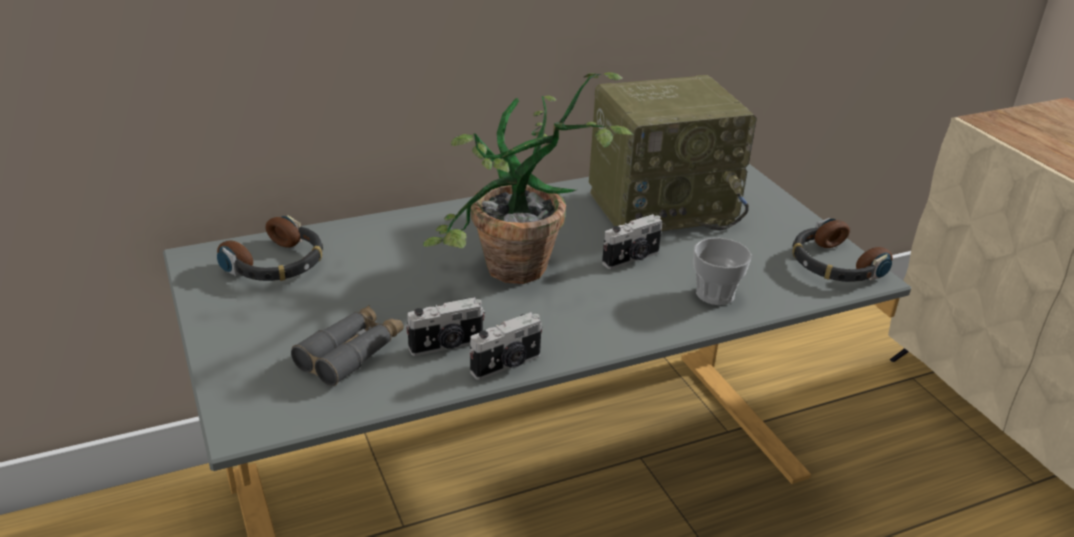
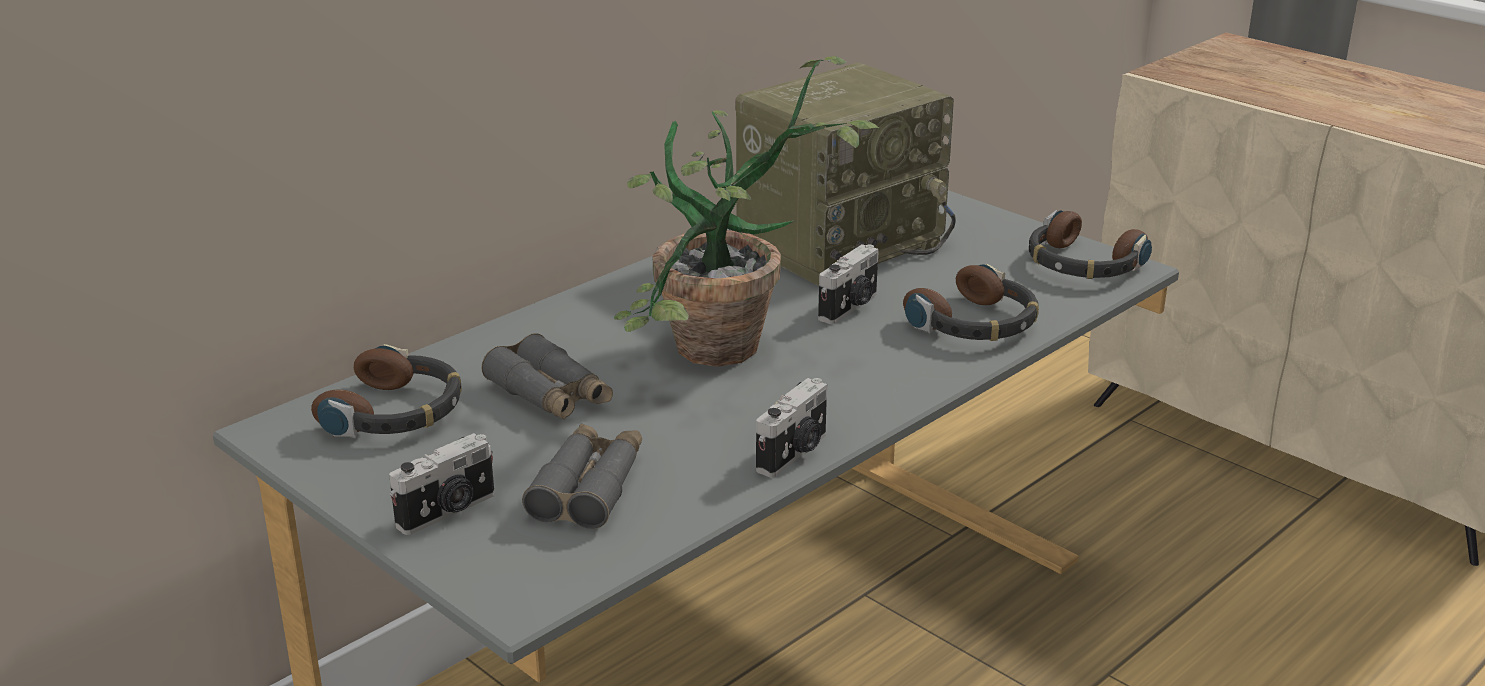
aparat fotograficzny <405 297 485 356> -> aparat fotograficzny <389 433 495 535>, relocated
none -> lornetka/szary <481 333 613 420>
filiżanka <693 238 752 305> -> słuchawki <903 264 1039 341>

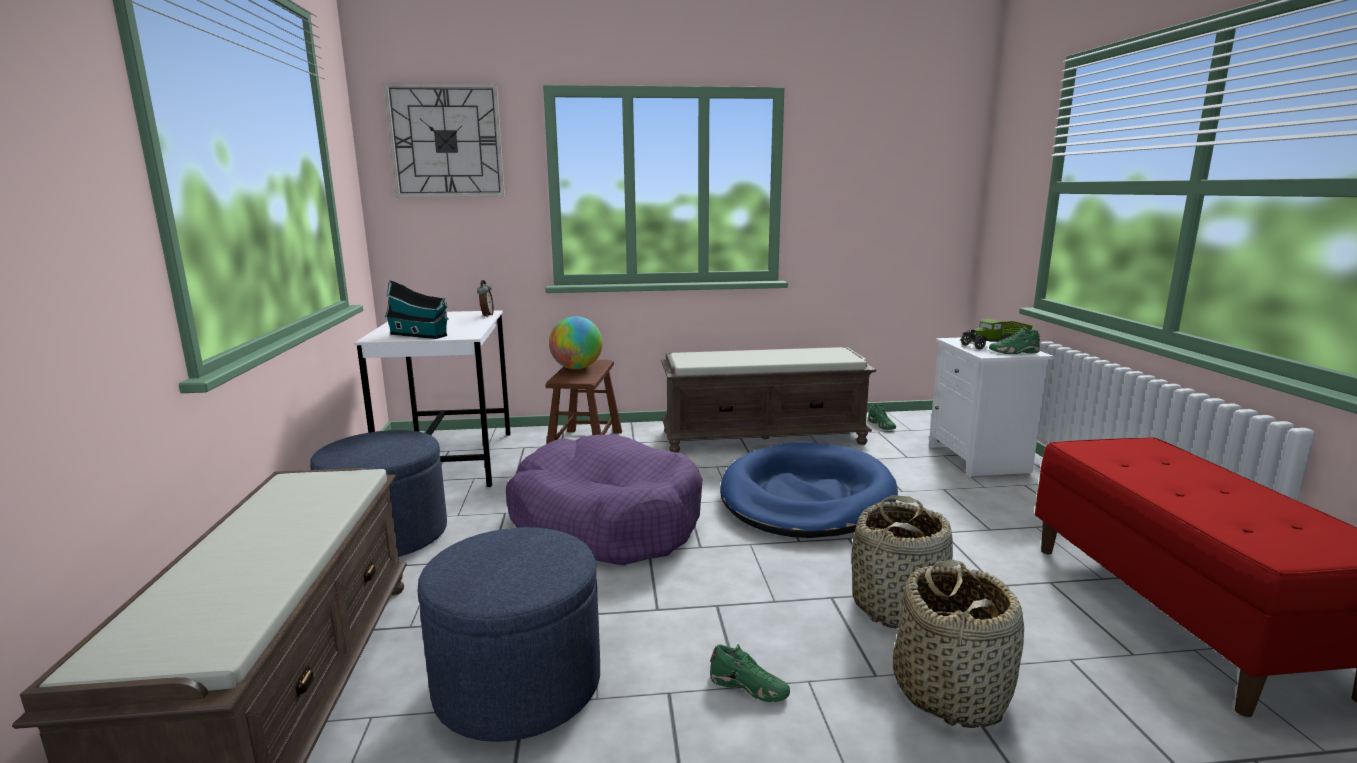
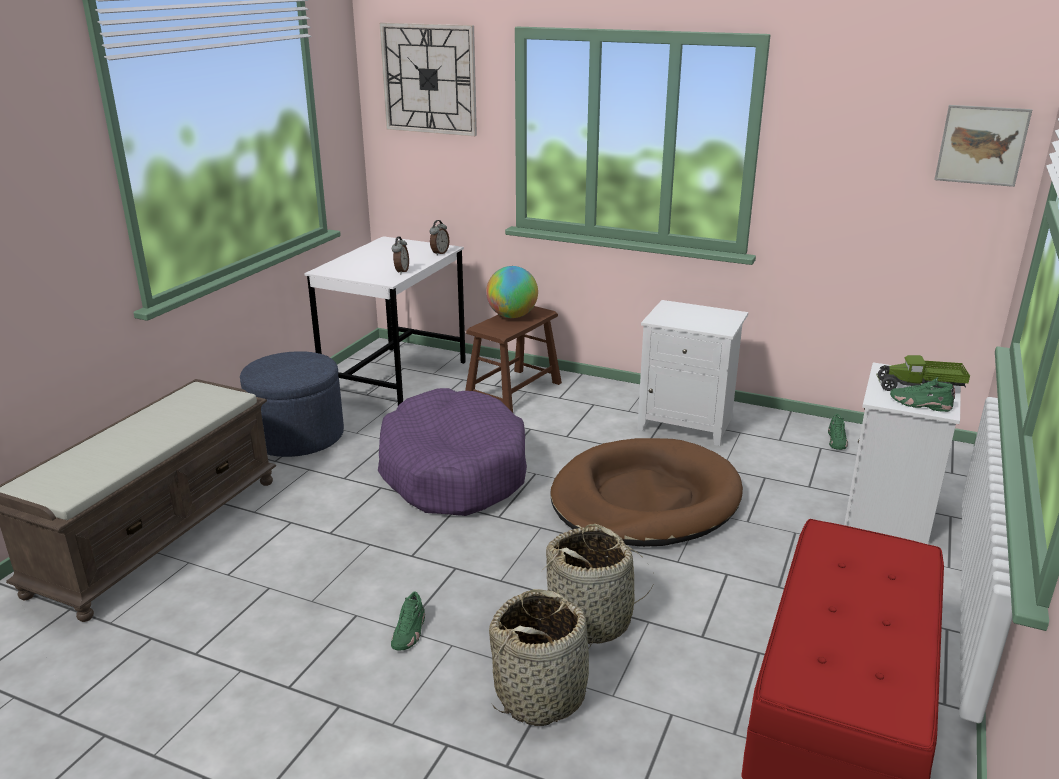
but/zielony <710 644 790 702> -> but/zielony <391 592 425 651>, 45 degrees clockwise
none -> budzik <392 236 409 274>
legowisko/niebieski <720 442 898 538> -> legowisko/brązowy <550 438 743 547>
ławka/brązowy <661 347 876 453> -> szafka nocna/biały <637 300 748 446>
none -> obraz <934 105 1032 187>
domek <385 279 449 339> -> none
pufa/niebieski <418 527 600 742> -> none

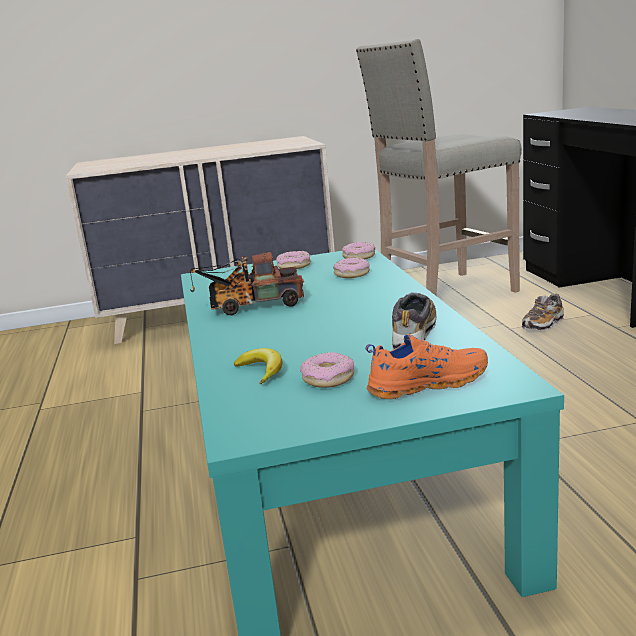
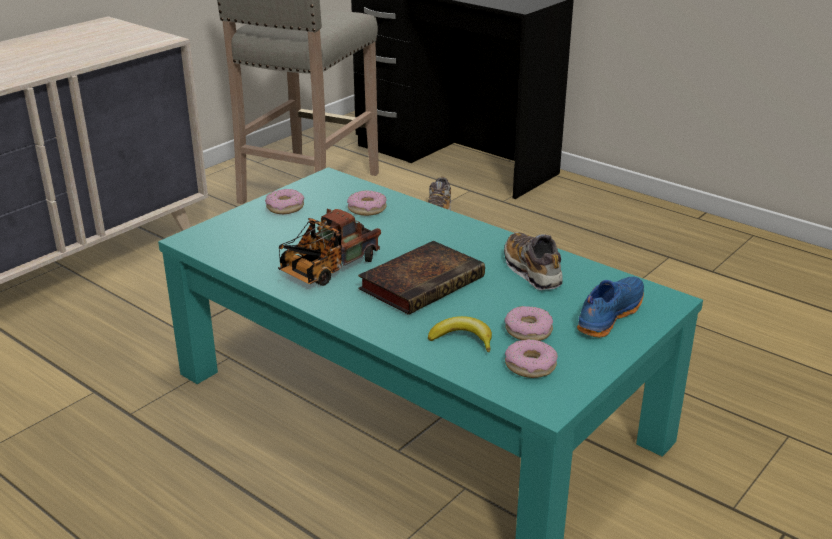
none -> książka <358 241 485 315>
donut <342 242 375 259> -> donut <505 339 558 378>, relocated
but/pomarańczowy <366 334 488 399> -> but/niebieski <577 277 644 338>

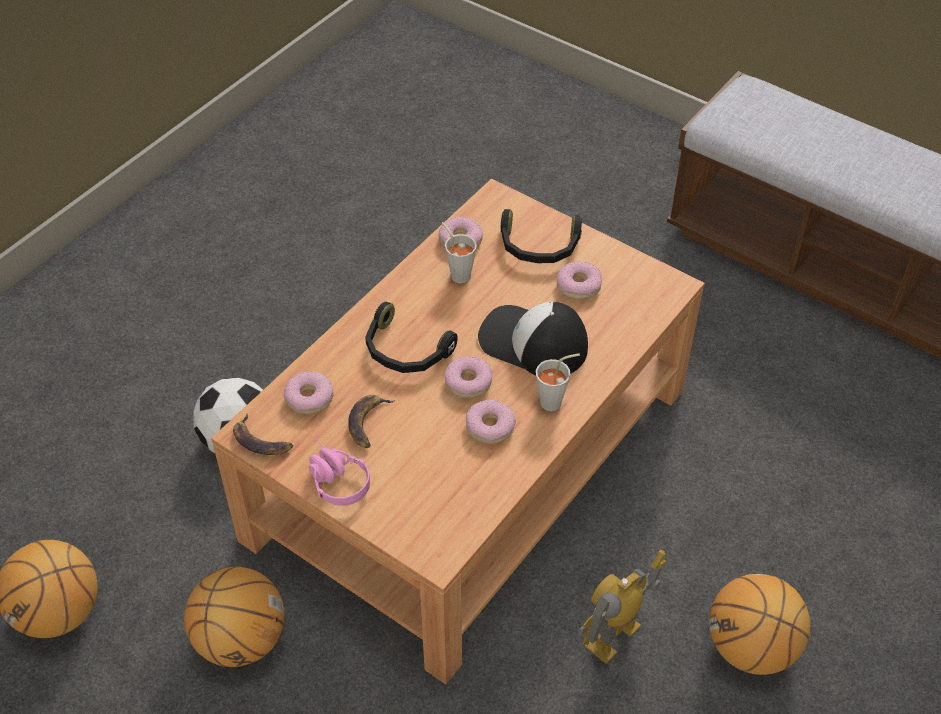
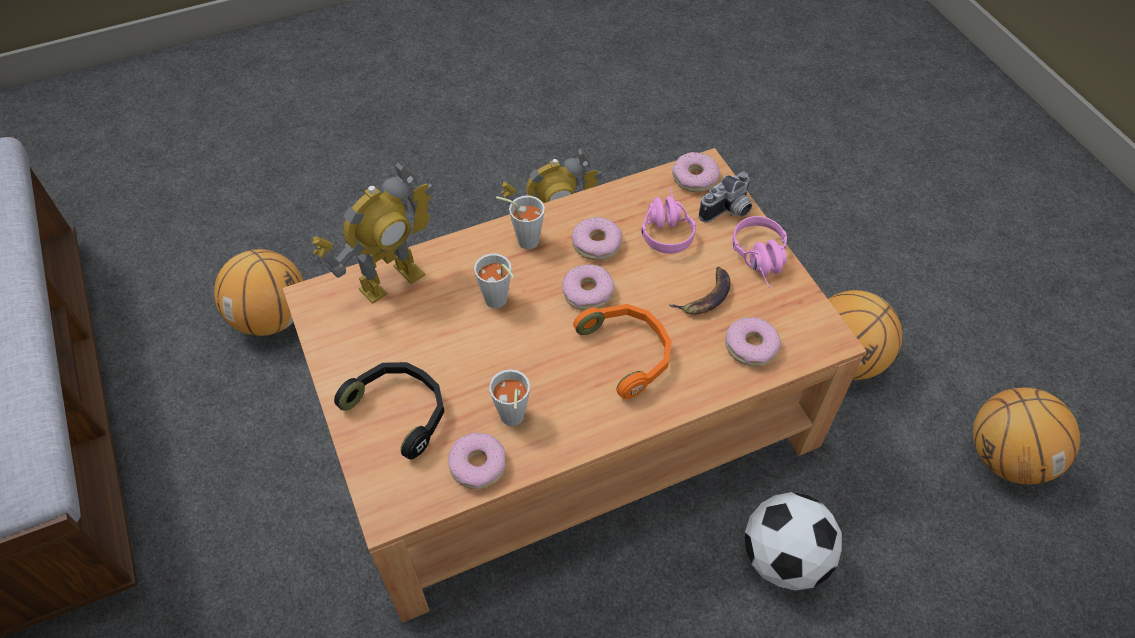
piłka do koszykówki <709 574 810 675> -> piłka do koszykówki <214 249 304 336>, relocated
none -> robot zabawkowy <312 161 435 304>
czapka z daszkiem <478 302 588 375> -> filiżanka/szary <474 254 514 308>
słuchawki/czarny <365 302 458 373> -> słuchawki/pomarańczowy <573 304 672 399>
none -> słuchawki/różowy <641 186 696 254>
donut <557 262 602 300> -> donut <672 152 720 192>, relocated
none -> aparat fotograficzny <699 172 752 222>
banan <233 414 293 455> -> none

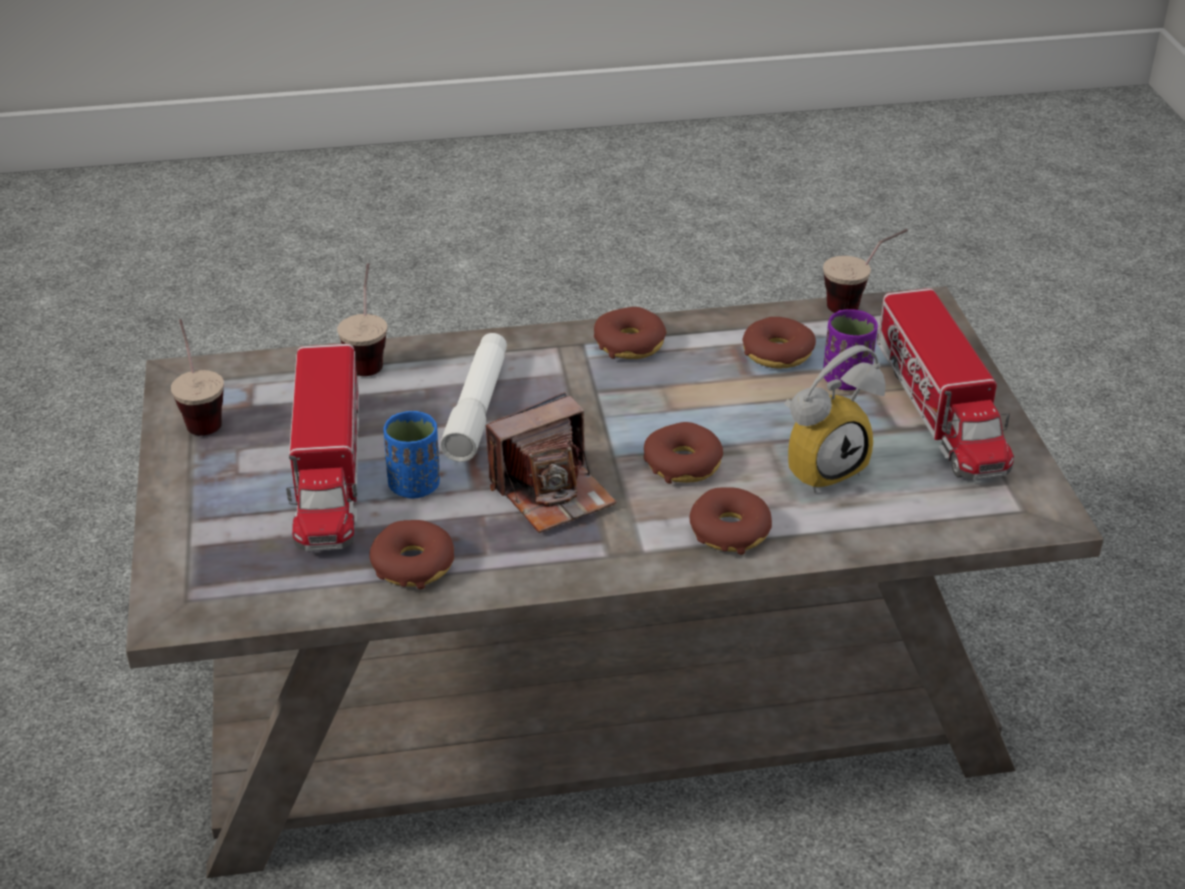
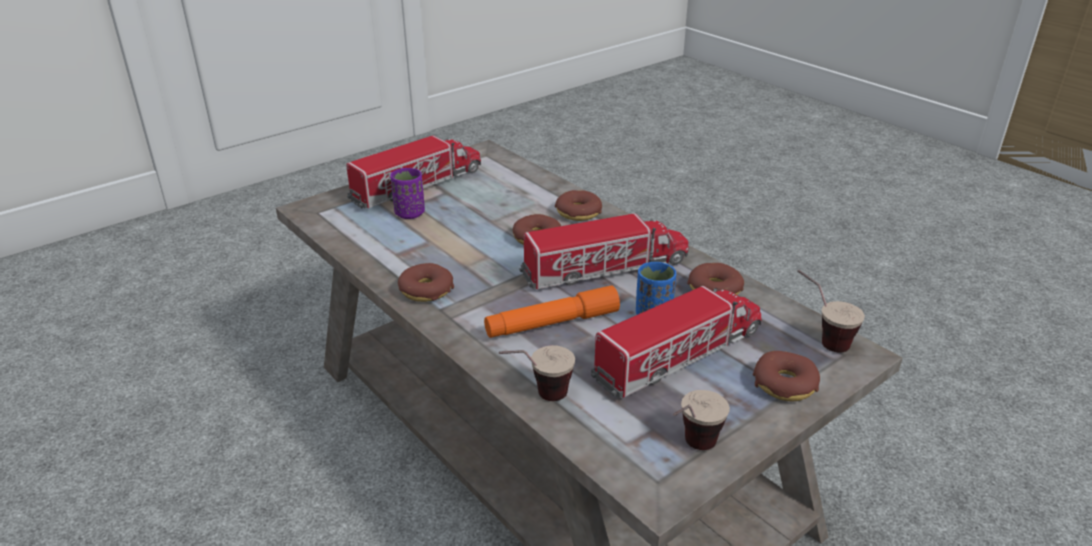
latarka/biały <440 333 507 462> -> latarka/pomarańczowy <484 285 620 338>
aparat fotograficzny <486 392 616 533> -> ciężarówka zabawkowa <519 213 689 289>
donut <742 317 816 369> -> donut <753 351 820 402>, relocated
filiżanka <823 229 908 313> -> filiżanka <797 269 865 353>, relocated
budzik <784 345 886 493> -> none

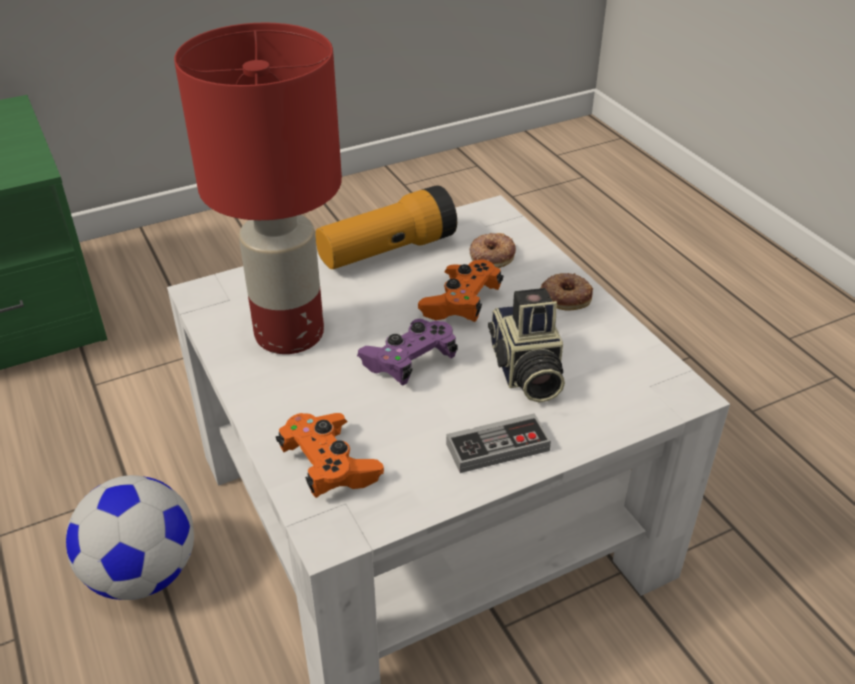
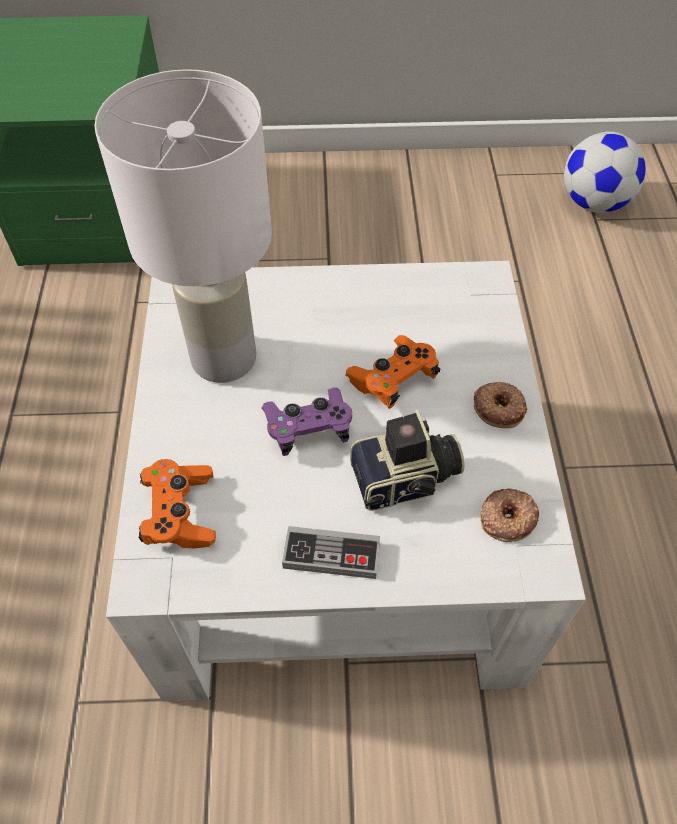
lampa stołowa/czerwony <174 23 342 354> -> lampa stołowa/biały <95 69 272 383>
aparat fotograficzny <488 288 565 403> -> aparat fotograficzny <350 409 465 511>, 120 degrees counterclockwise
donut <470 233 516 268> -> donut <480 488 539 542>, relocated
piłka futbolowa <66 475 194 600> -> piłka futbolowa <564 131 646 213>, relocated
latarka <315 185 457 269> -> none

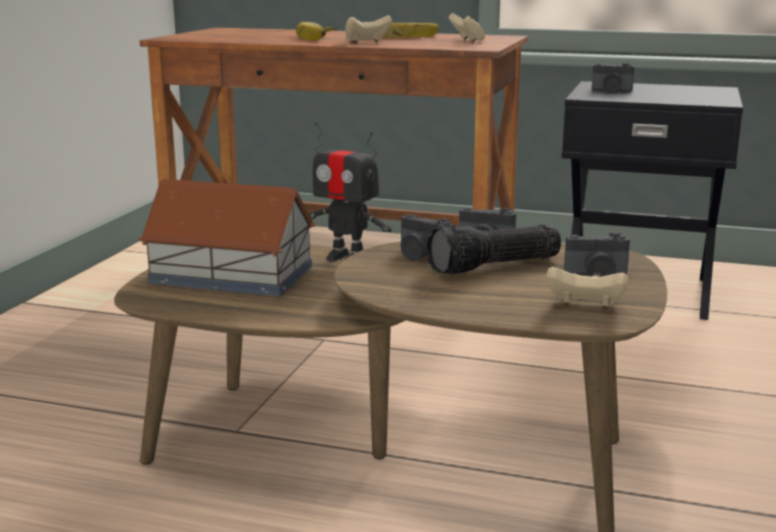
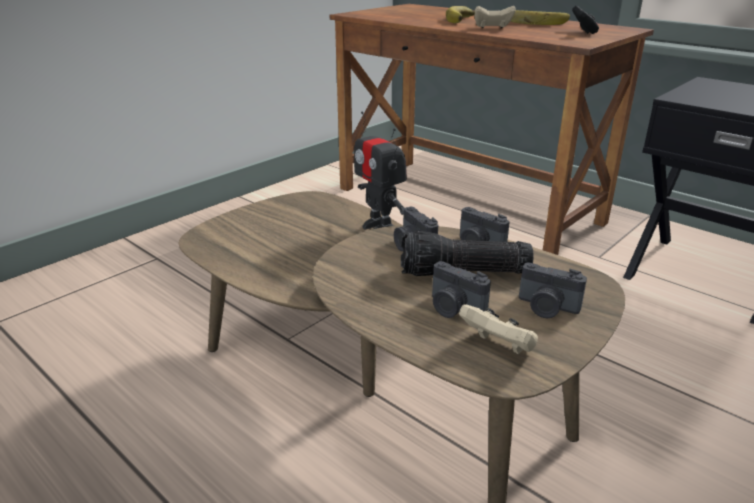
aparat fotograficzny <592 63 635 93> -> aparat fotograficzny <432 261 491 318>, relocated
pad do gier/beżowy <449 13 485 42> -> pad do gier/czarny <572 6 599 34>
domek <138 179 315 296> -> none

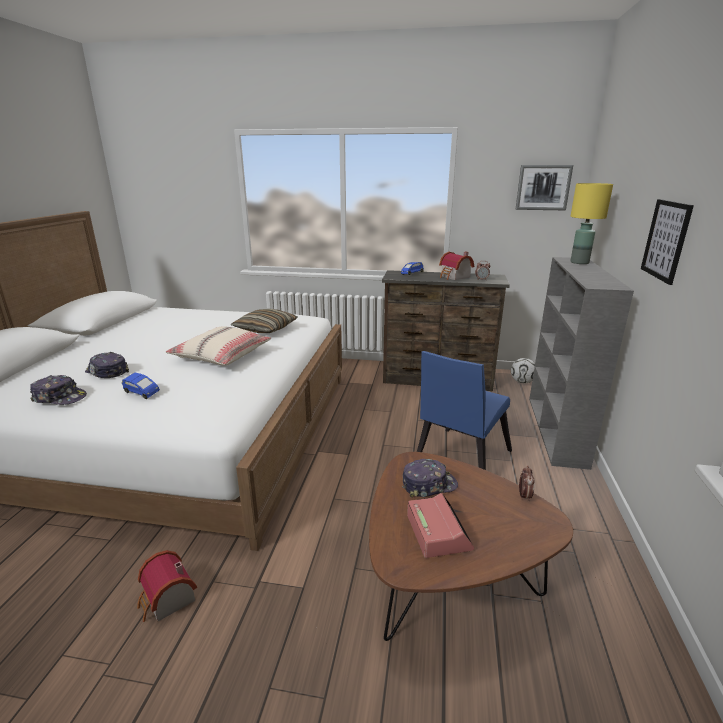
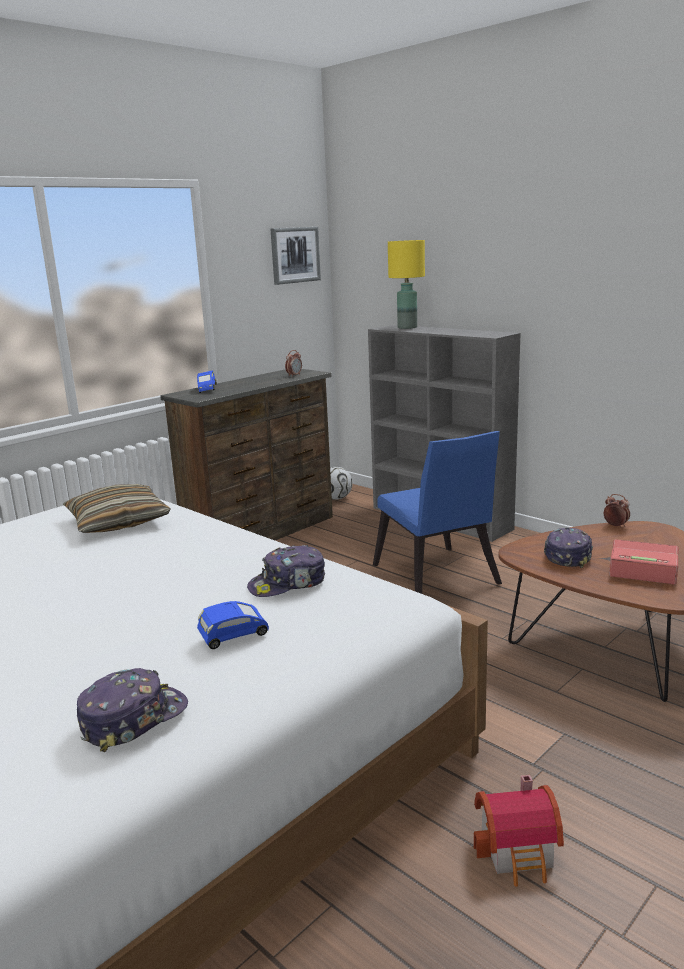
czapka z daszkiem <85 352 129 378> -> czapka z daszkiem <247 545 325 597>, relocated
poduszka/beżowy <166 326 271 365> -> none
domek <439 251 474 280> -> none
obraz <641 199 694 285> -> none

